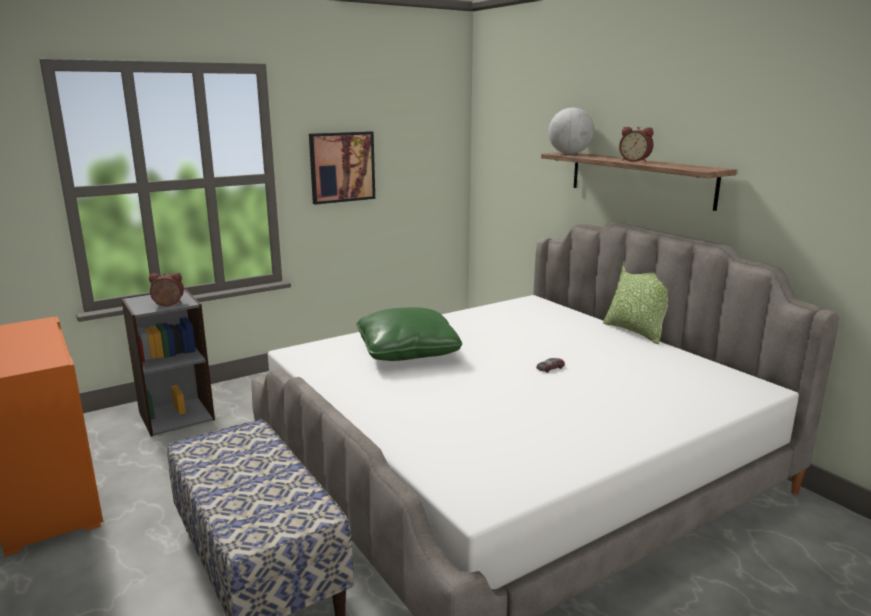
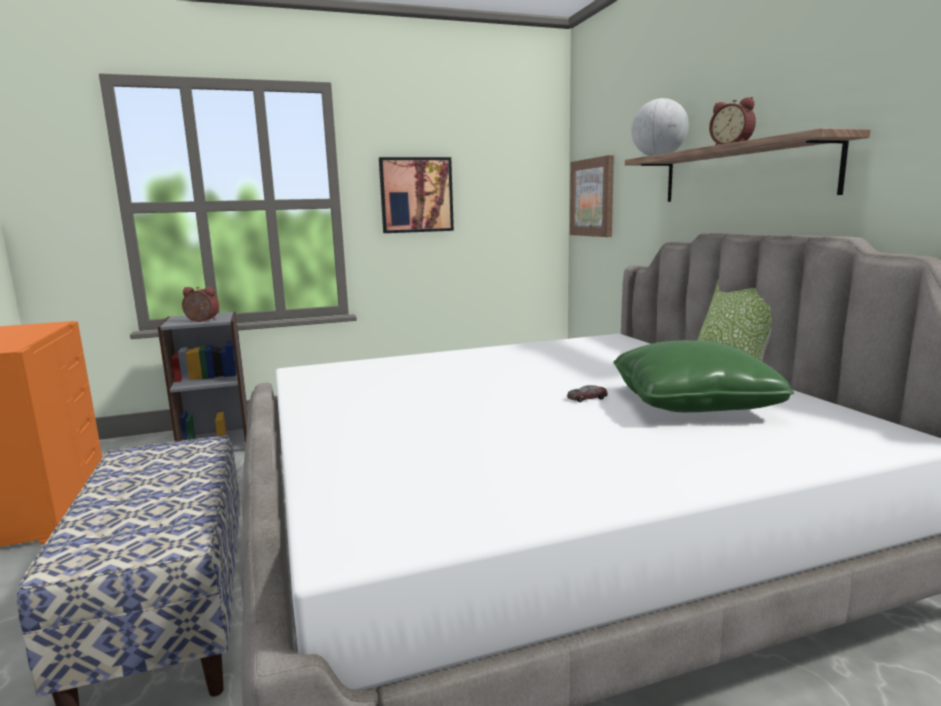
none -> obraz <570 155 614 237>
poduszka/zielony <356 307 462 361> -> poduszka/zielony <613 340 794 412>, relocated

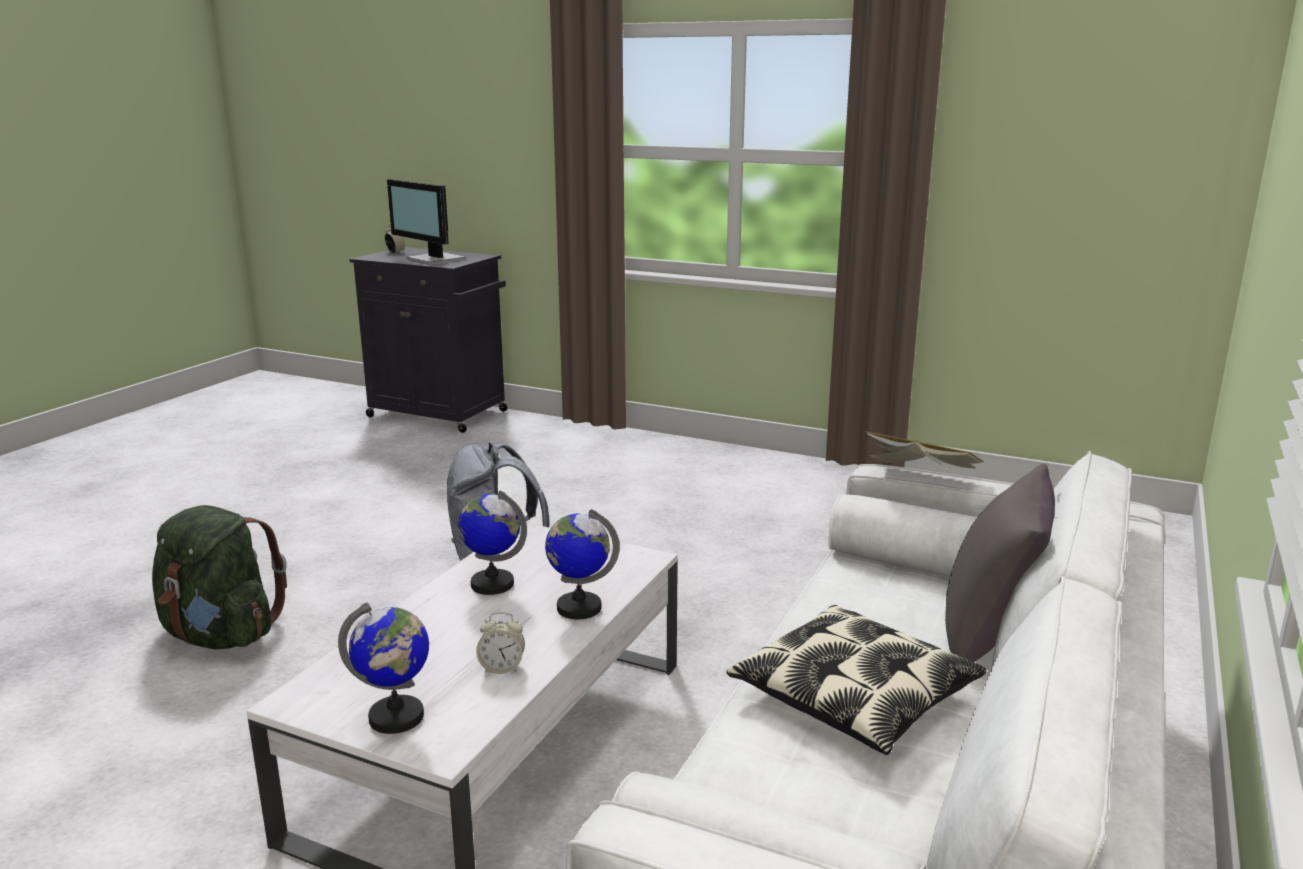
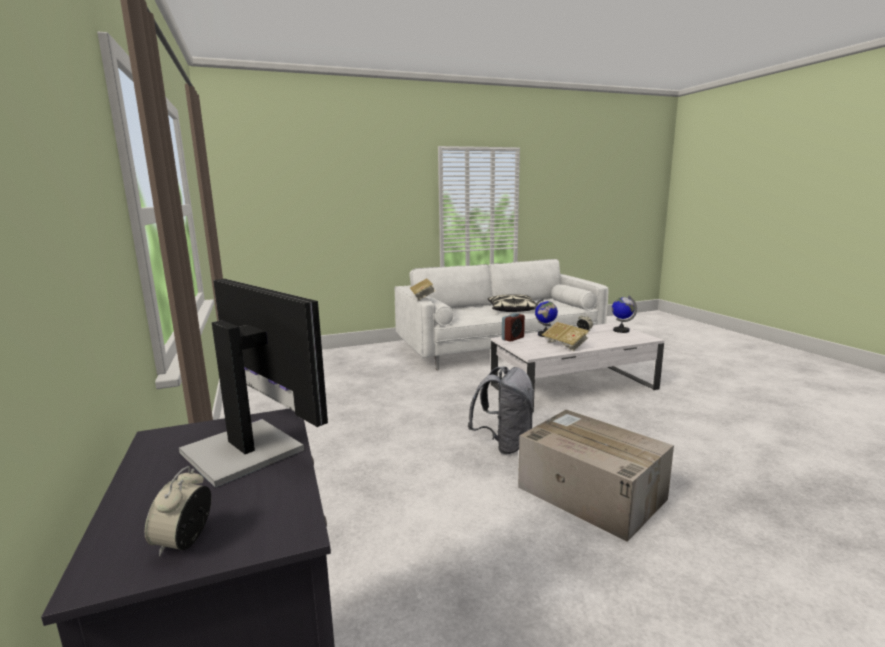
monitor <387 179 466 265> -> monitor <179 279 328 488>, 45 degrees counterclockwise
none -> budzik <502 313 525 342>
none -> karton <518 409 674 542>
globus <458 491 527 595> -> książka <542 322 589 351>
plecak/zielony <152 505 287 650> -> none
poduszka/szary <945 464 1055 662> -> none

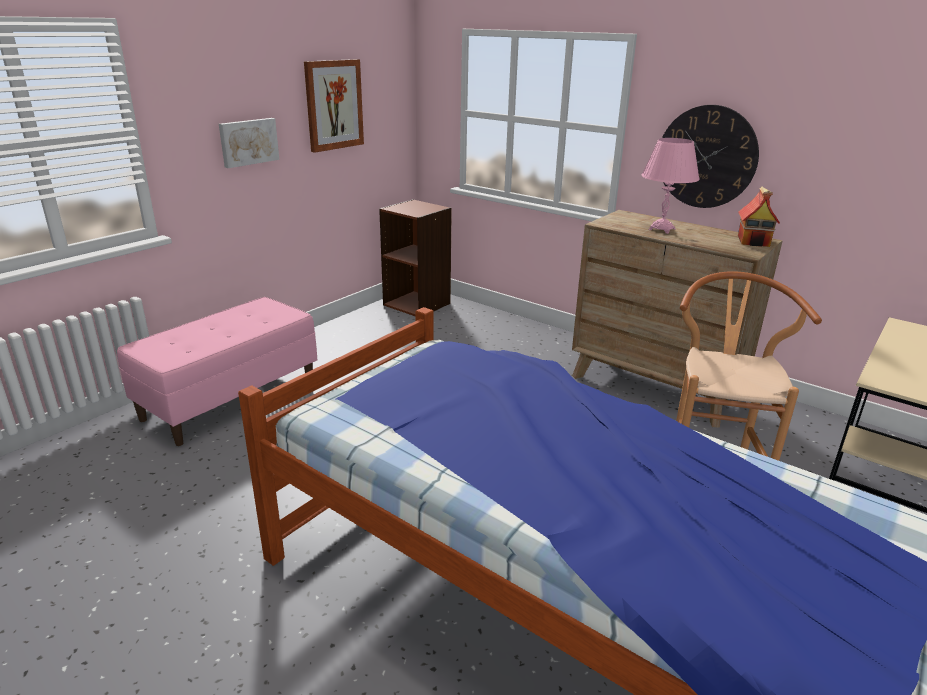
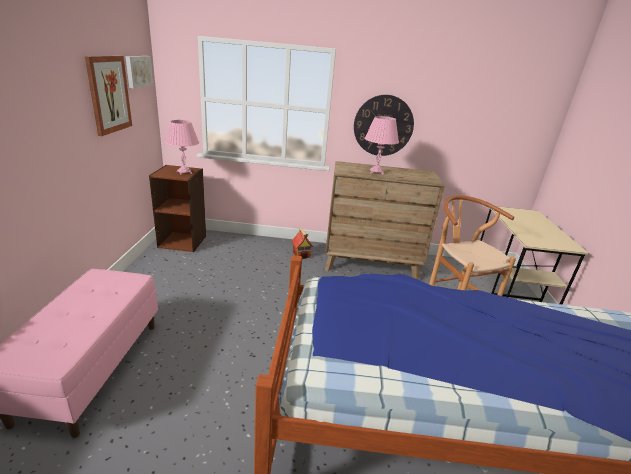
obraz <219 118 279 168> -> obraz <125 56 153 88>, relocated
none -> lampa stołowa/różowy <165 120 199 175>
domek <738 186 780 247> -> domek <292 228 313 259>, relocated

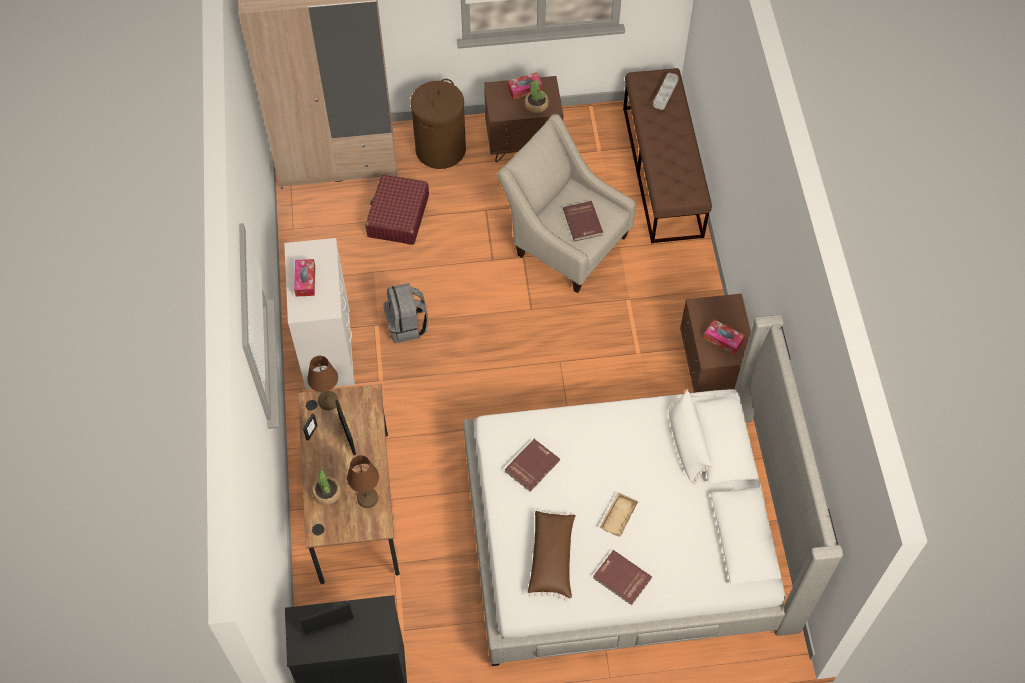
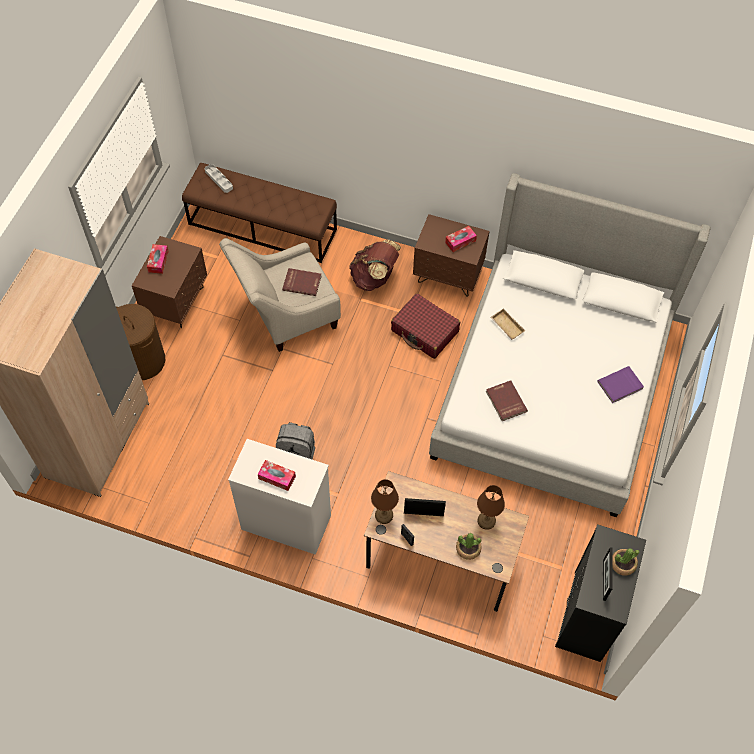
none -> plecak/brązowy <349 240 401 291>
walizka/czerwony <366 174 429 245> -> walizka/czerwony <391 293 460 359>, relocated
taca/beżowy <599 492 639 537> -> taca/beżowy <490 308 526 340>, relocated
książka/czerwony <593 550 652 605> -> książka/fioletowy <598 366 644 403>
roślina doniczkowa <525 80 549 113> -> roślina doniczkowa <613 548 639 576>, relocated
poduszka/brązowy <528 508 576 601> -> none
poduszka/biały <669 389 712 484> -> none

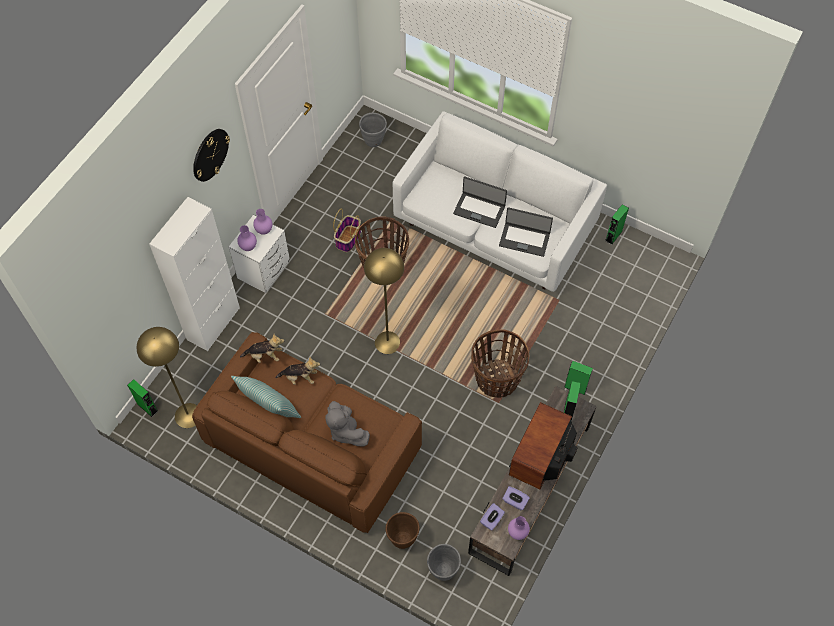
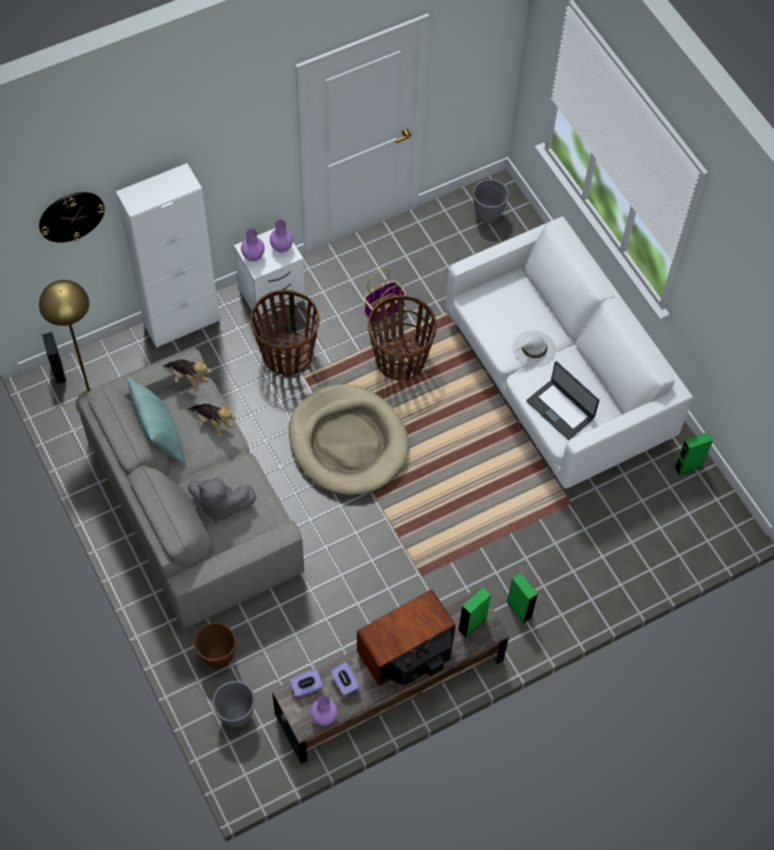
zegar ścienny <193 129 230 182> -> zegar ścienny <39 192 105 243>, relocated
głośnik/zielony <127 379 158 417> -> głośnik/czarny <42 332 66 385>
kanapa/brązowy <192 332 422 533> -> kanapa/szary <76 347 304 629>
pluszak/szary <325 401 370 447> -> pluszak/szary <188 477 257 523>, 75 degrees counterclockwise
koszyk <471 329 529 398> -> koszyk <250 290 320 376>, relocated
lampa stojąca/żółty <364 248 404 354> -> legowisko/beżowy <289 384 409 495>
laptop <453 176 507 228> -> kapelusz/biały <511 331 556 367>

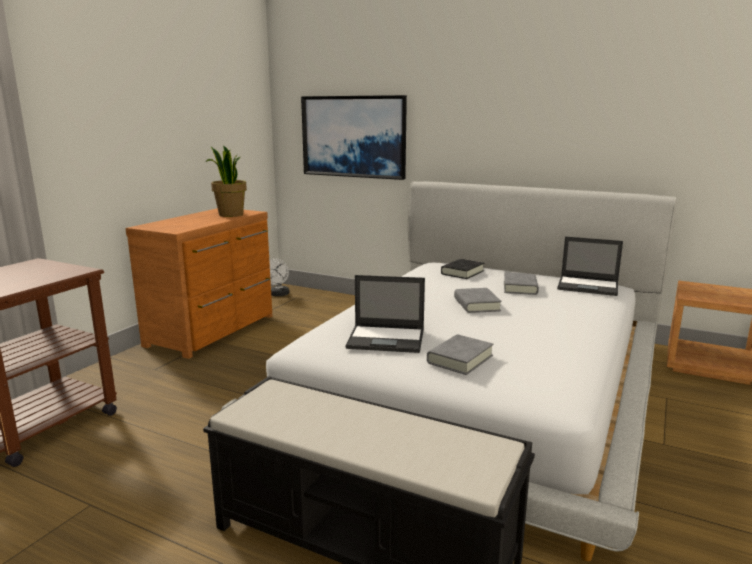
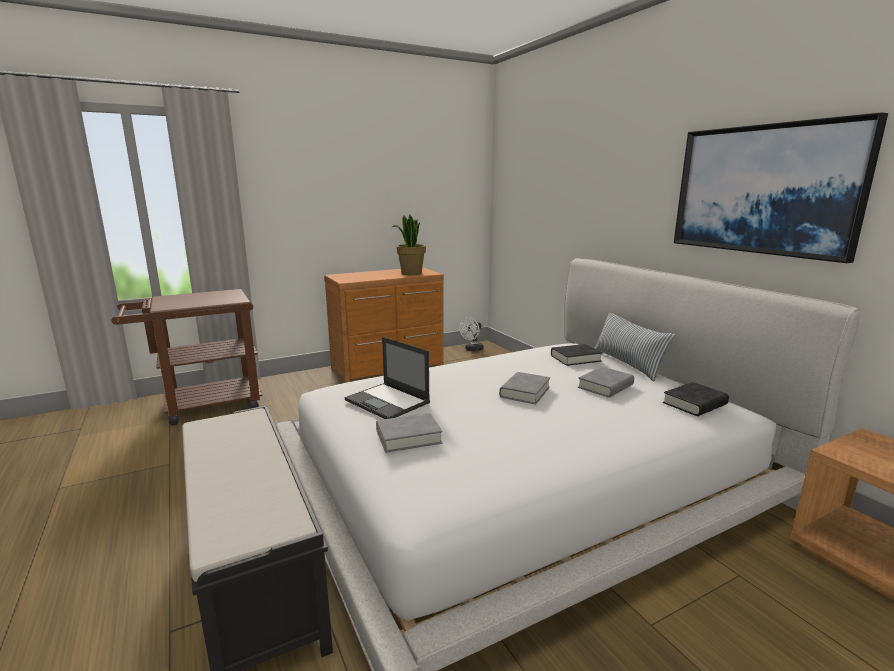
none -> poduszka <595 313 675 381>
laptop <557 237 623 296> -> książka/czarny <663 382 729 416>
obraz <301 95 407 180> -> obraz <674 112 888 263>, relocated

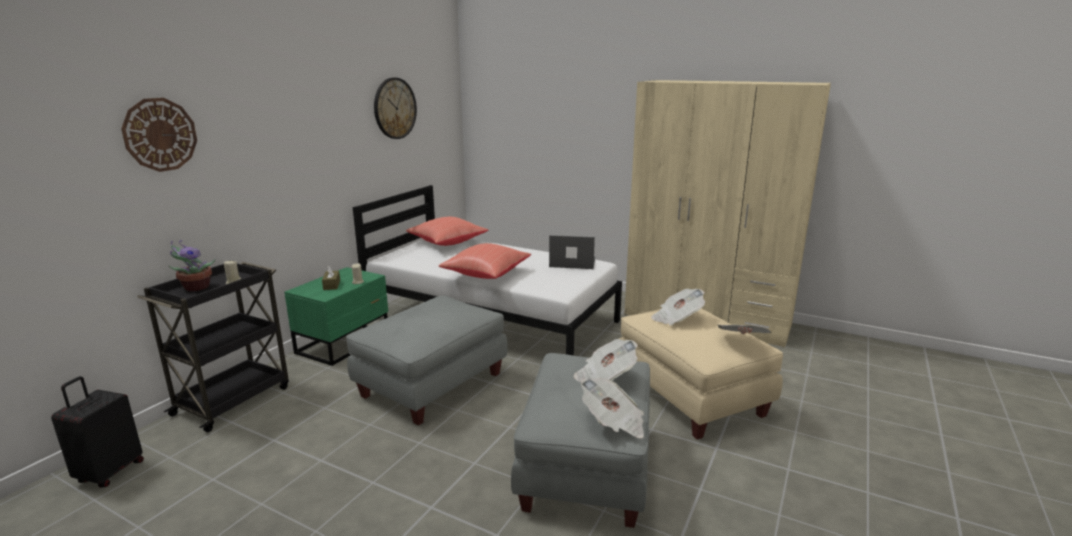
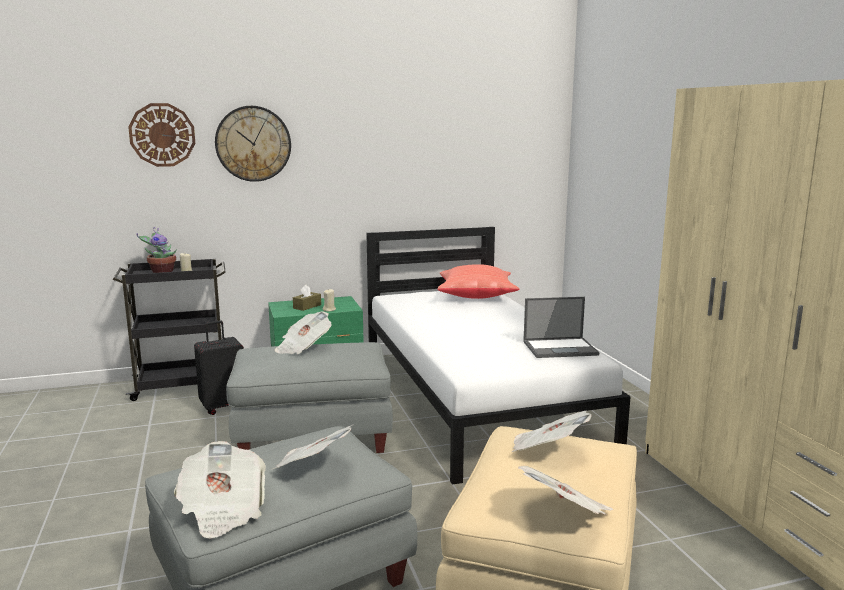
walizka/czarny <51 376 144 488> -> walizka/czarny <194 321 244 415>, relocated
zegar ścienny <374 78 417 139> -> zegar ścienny <215 106 291 182>, relocated
none -> gazeta <275 312 332 354>
laptop <549 235 595 269> -> laptop <523 297 599 358>, 120 degrees clockwise
poduszka/czerwony <439 243 531 279> -> none

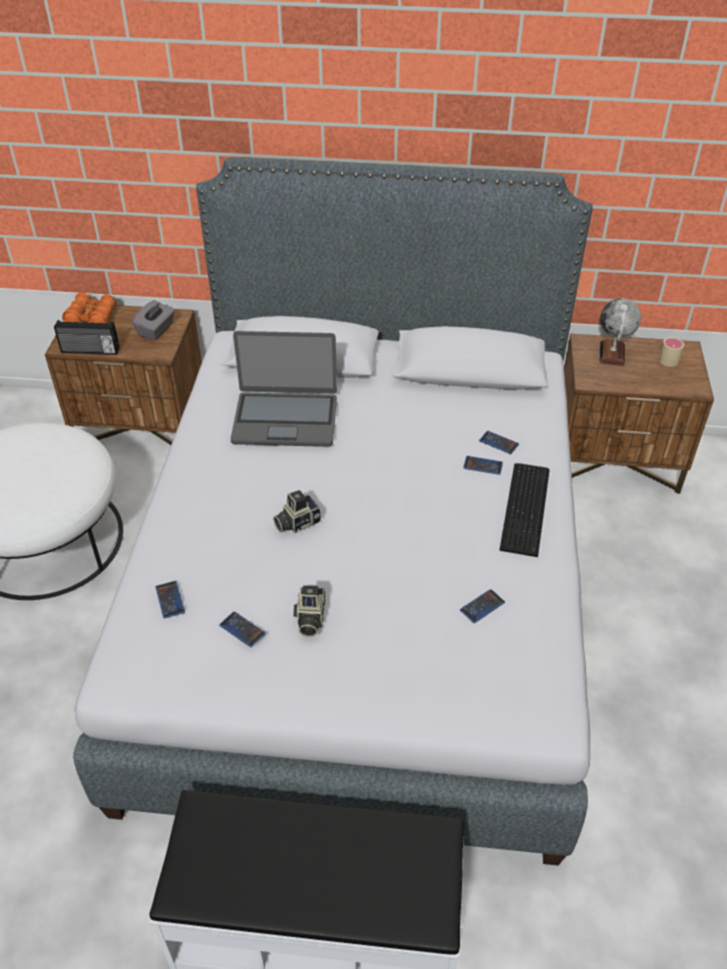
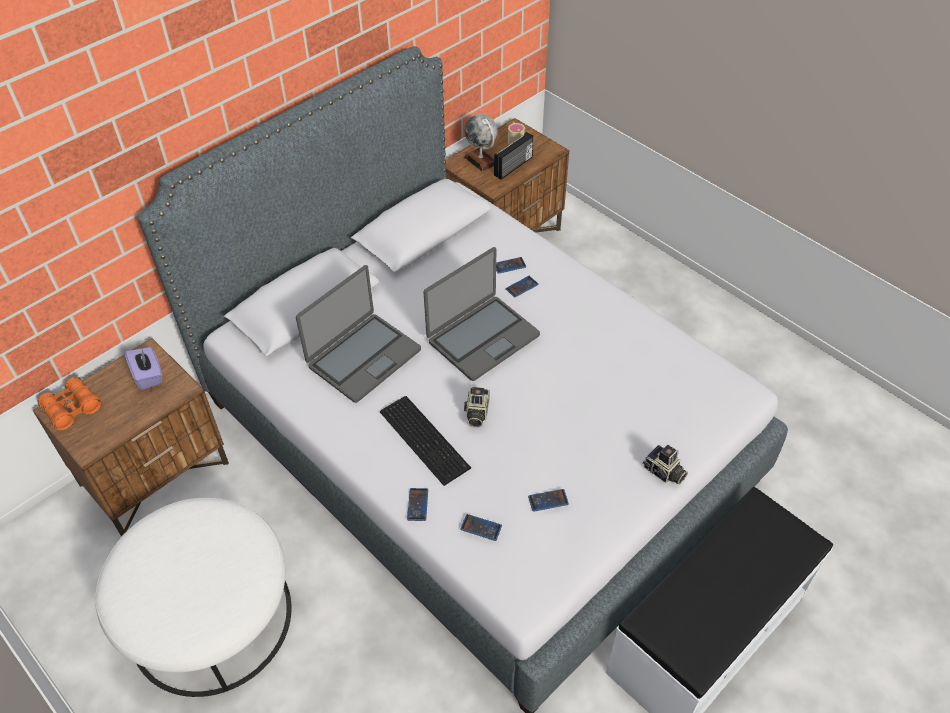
pudełko chusteczek/szary <132 300 174 340> -> pudełko chusteczek/fioletowy <125 347 162 390>
klawiatura <500 463 550 557> -> klawiatura <380 396 471 486>, relocated
telefon <460 589 505 623> -> telefon <407 488 428 521>, relocated
none -> laptop <423 247 540 381>
radio <54 320 120 355> -> radio <494 132 534 180>, relocated
aparat fotograficzny <294 585 325 637> -> aparat fotograficzny <643 445 688 485>, relocated

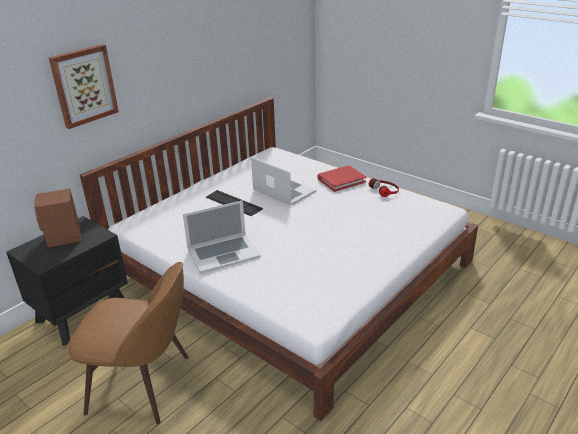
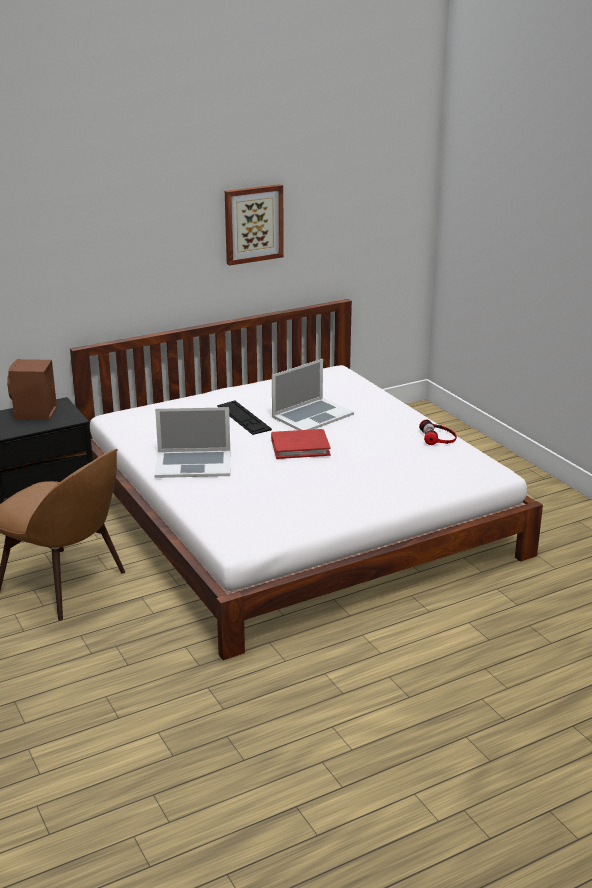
obraz <49 44 119 129> -> obraz <225 184 284 266>, relocated
książka/czerwony <317 165 366 192> -> książka/czerwony <271 429 331 459>, relocated
laptop <251 157 316 206> -> laptop <272 359 354 430>, 75 degrees clockwise

